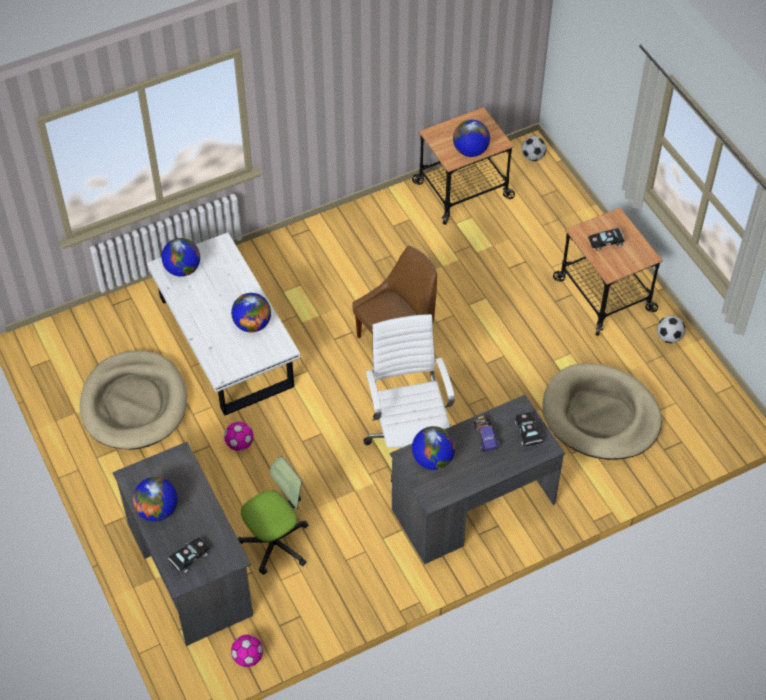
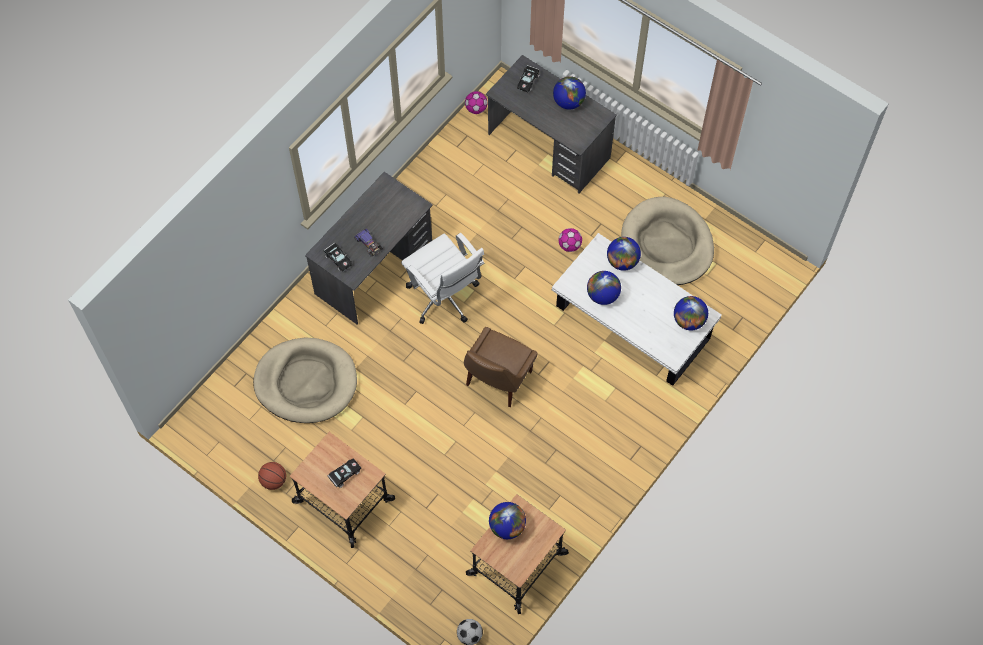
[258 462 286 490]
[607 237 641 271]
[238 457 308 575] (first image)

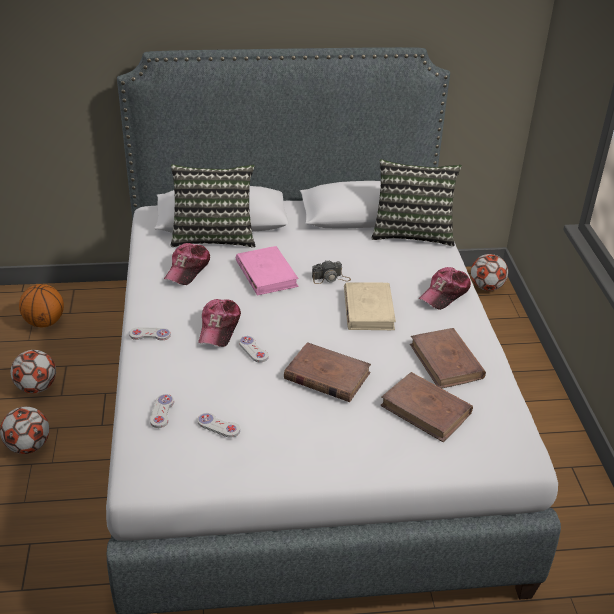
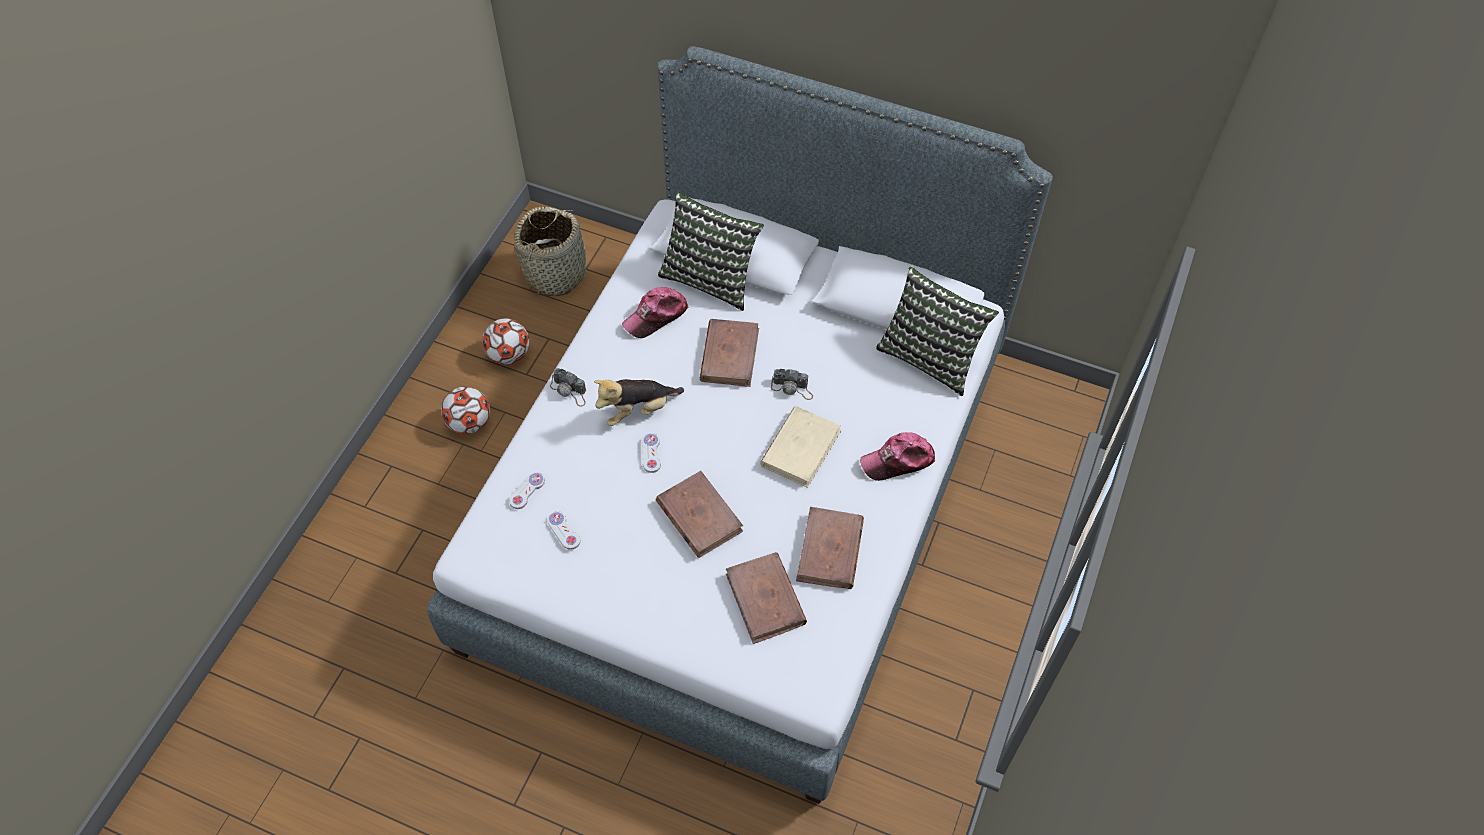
[514 206 586 296]
[550 368 586 407]
[594 379 684 426]
[700 319 759 387]
[471 254 508 291] (first image)

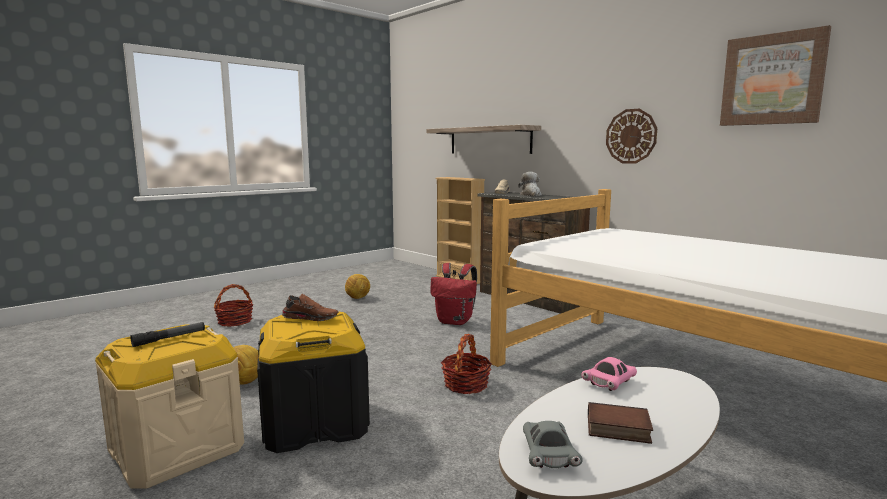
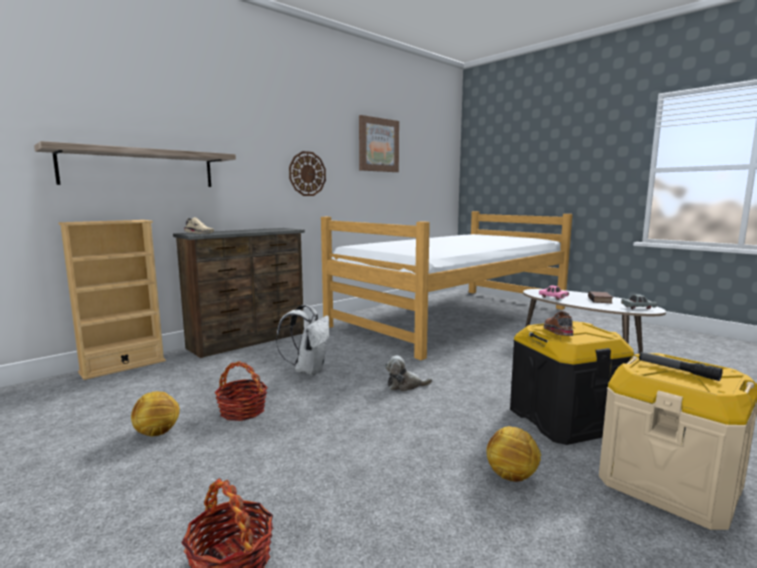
[214 361 268 421]
[276 305 329 375]
[385 355 432 391]

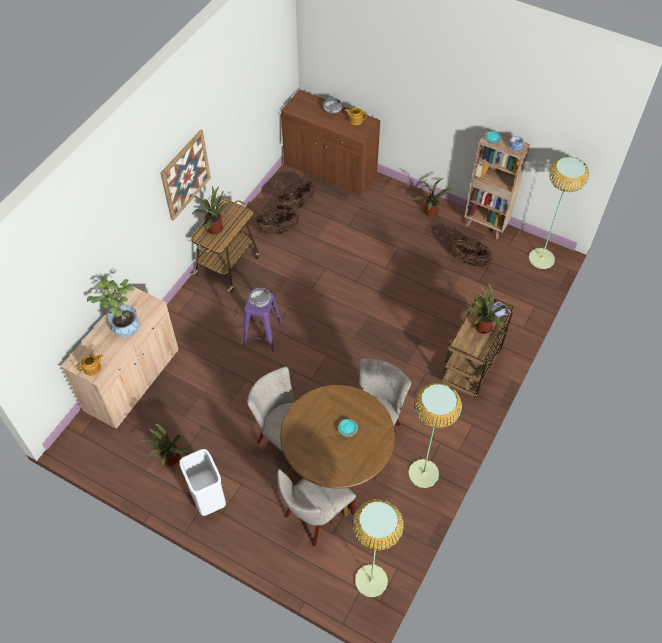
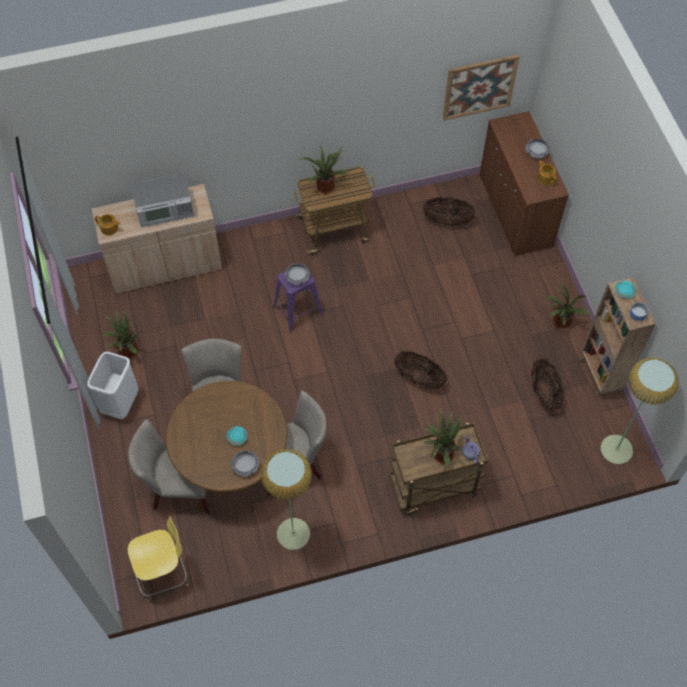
[128 516 189 602]
[131 173 194 228]
[231 451 259 477]
[394 351 447 389]
[443 54 520 121]

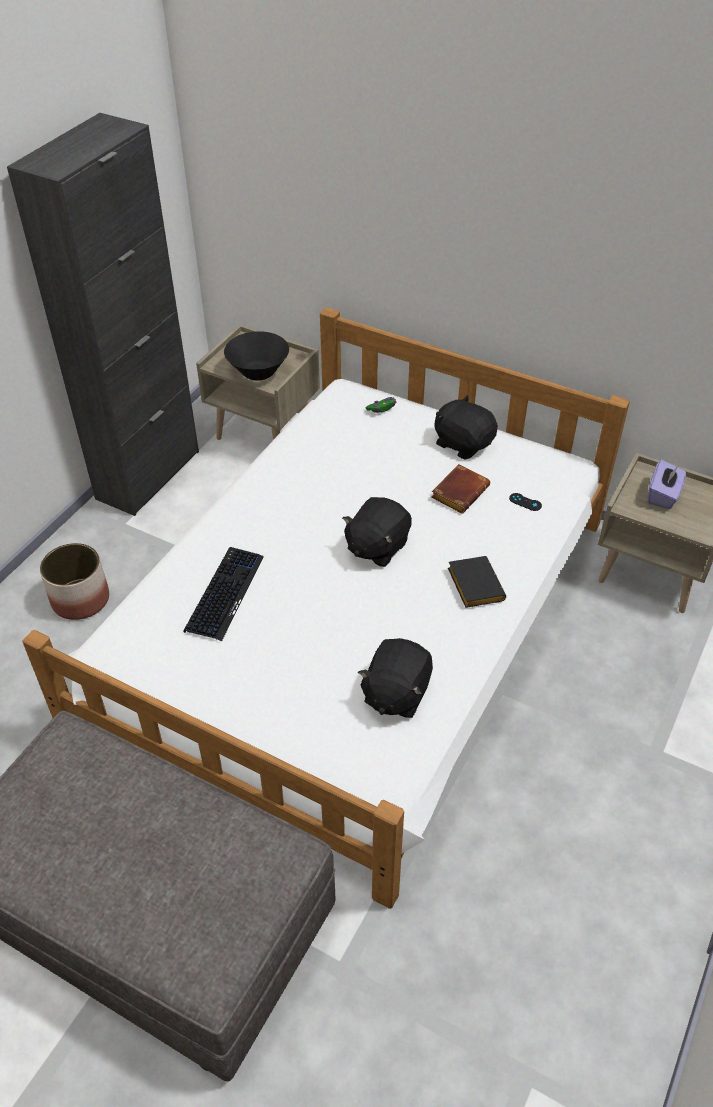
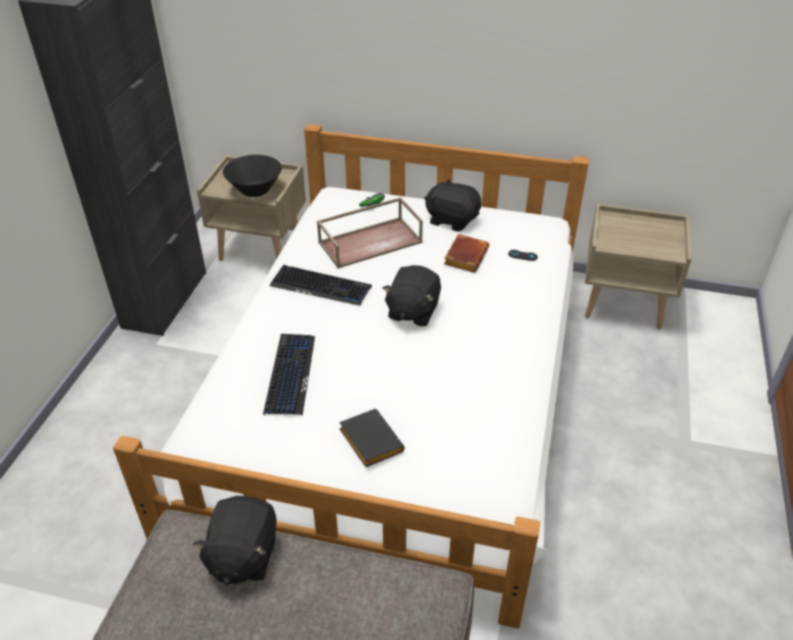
[193 496 277 586]
[270 265 372 306]
[317 197 423 269]
[339 409 405 467]
[40 543 109 620] (first image)
[648 460 686 509] (first image)

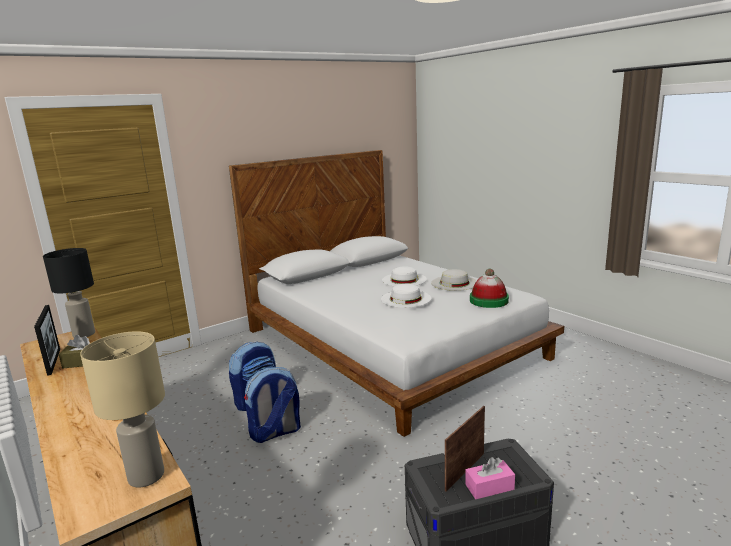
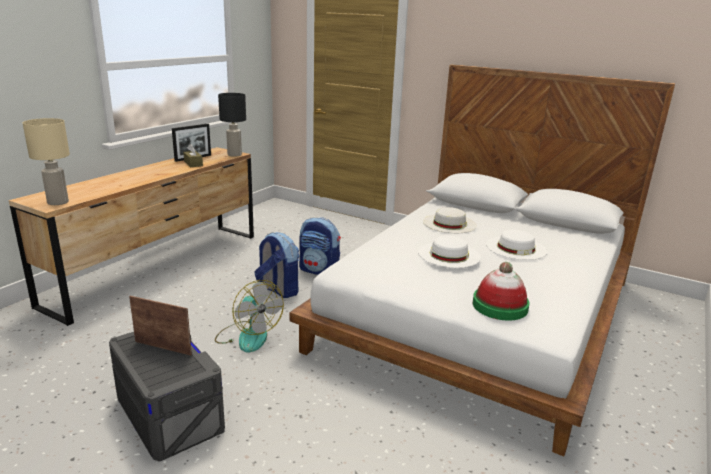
[215 280 284 352]
[423 207 477 233]
[465 457 515 499] (first image)

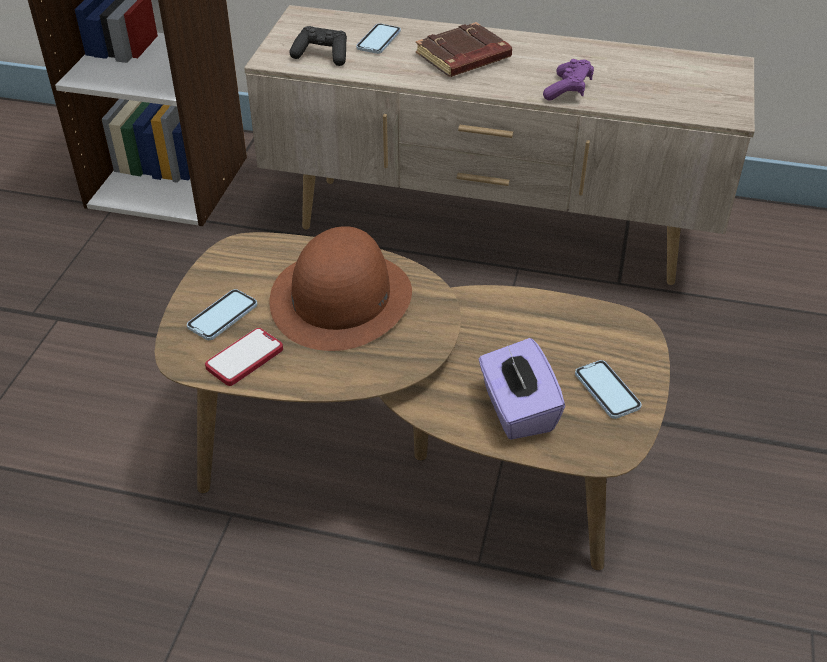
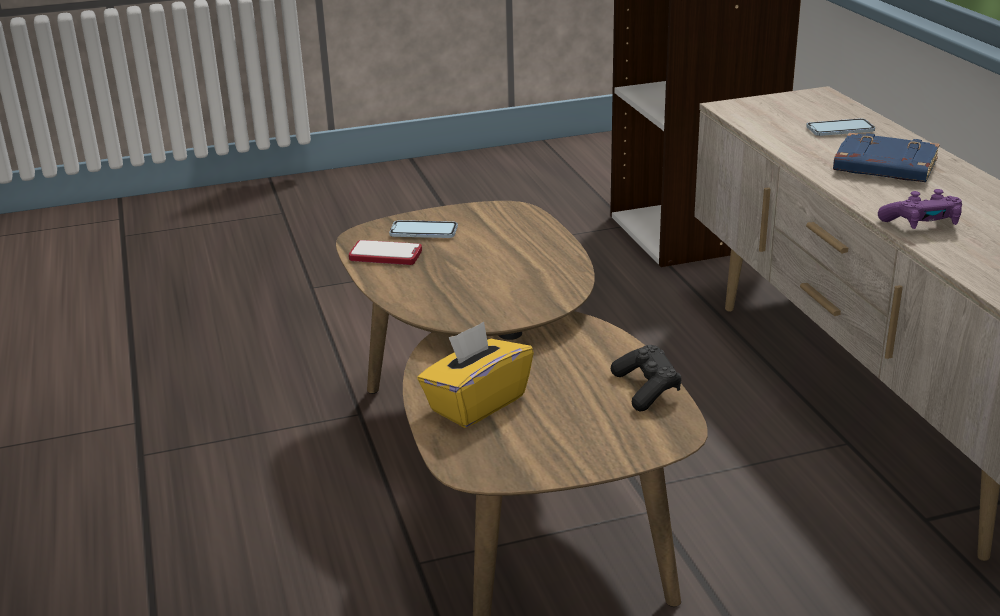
[417 322 534 428]
[611 345 682 411]
[833 133 939 182]
[269 226 412 351] (first image)
[575 360 642 419] (first image)

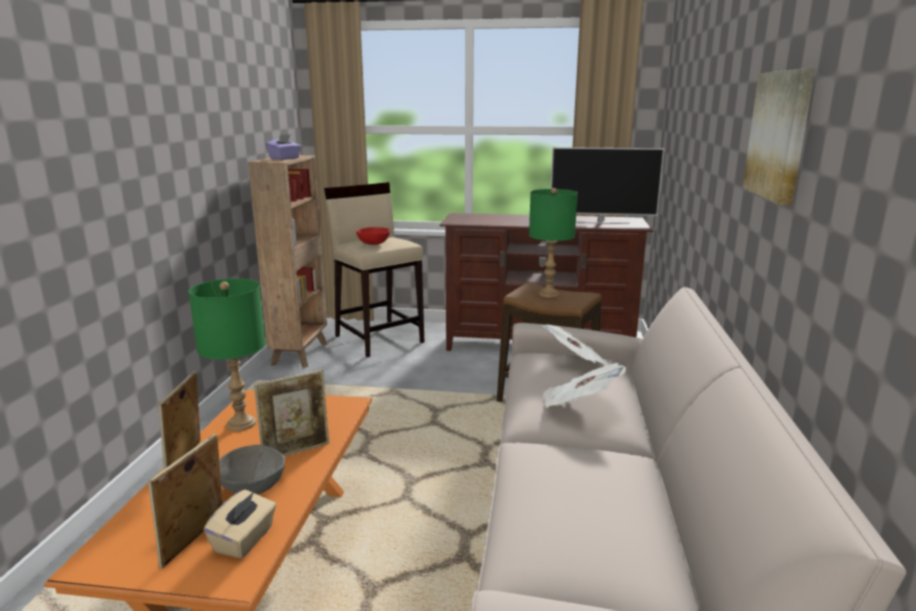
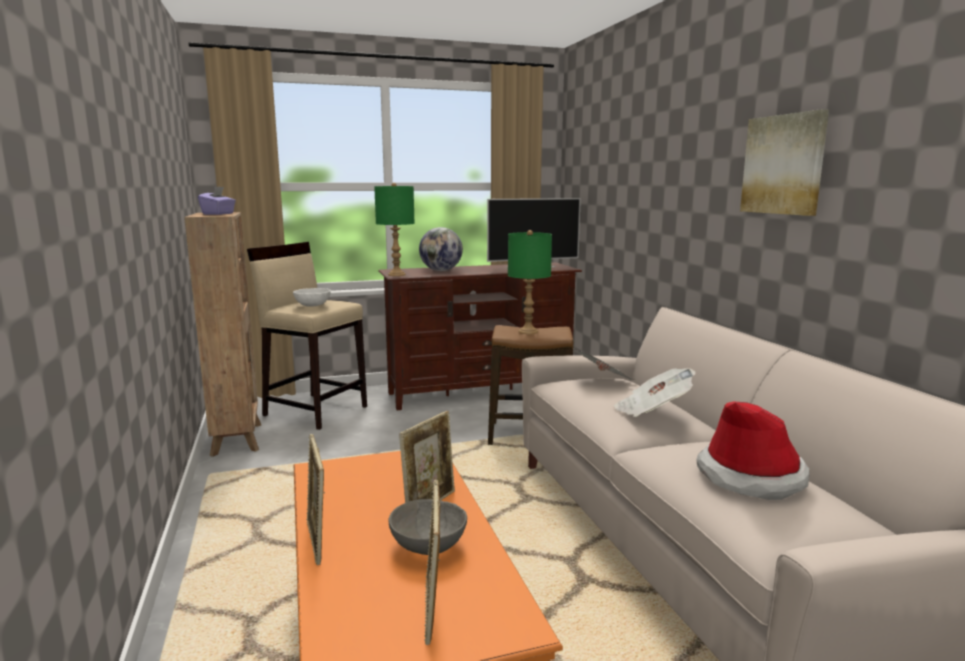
[293 288 331 307]
[374 183 415 276]
[419 227 463 271]
[696 402 810 500]
[204 489 276 558] (first image)

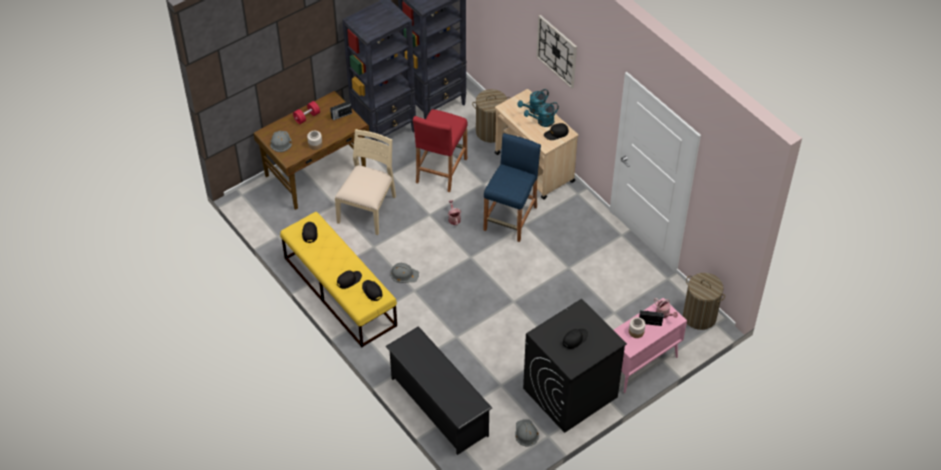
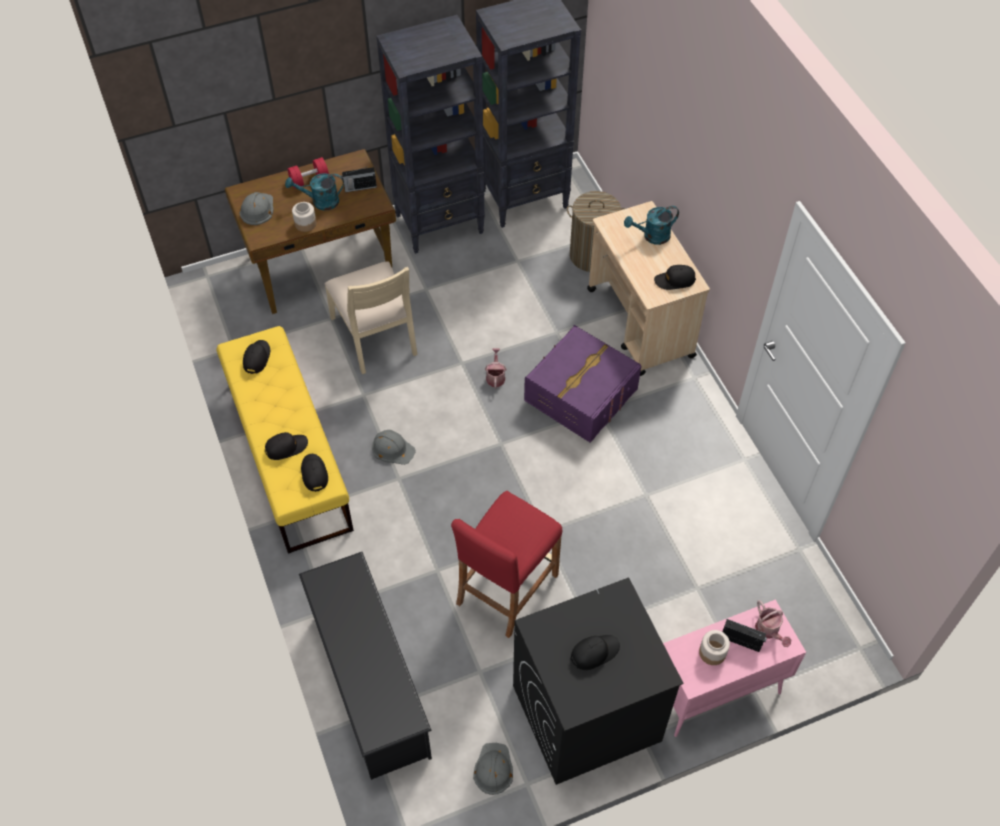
[285 173 343 211]
[324 262 417 374]
[451 491 562 638]
[524 325 641 442]
[536 15 577 89] (first image)
[683 273 726 330] (first image)

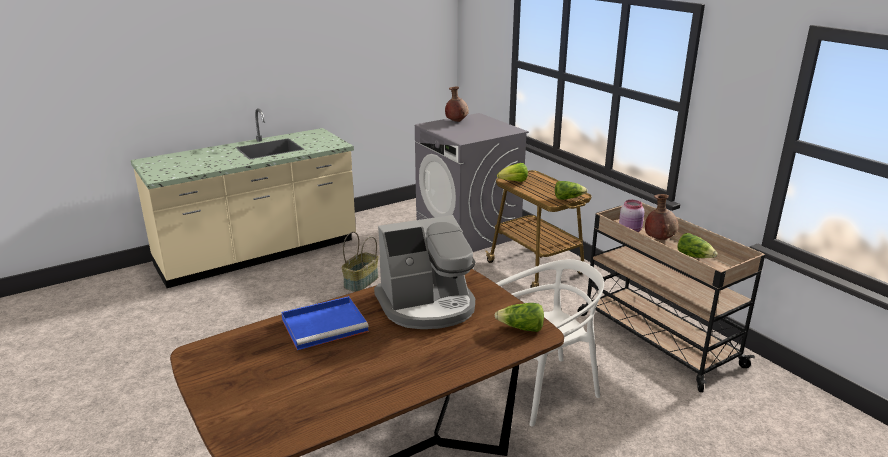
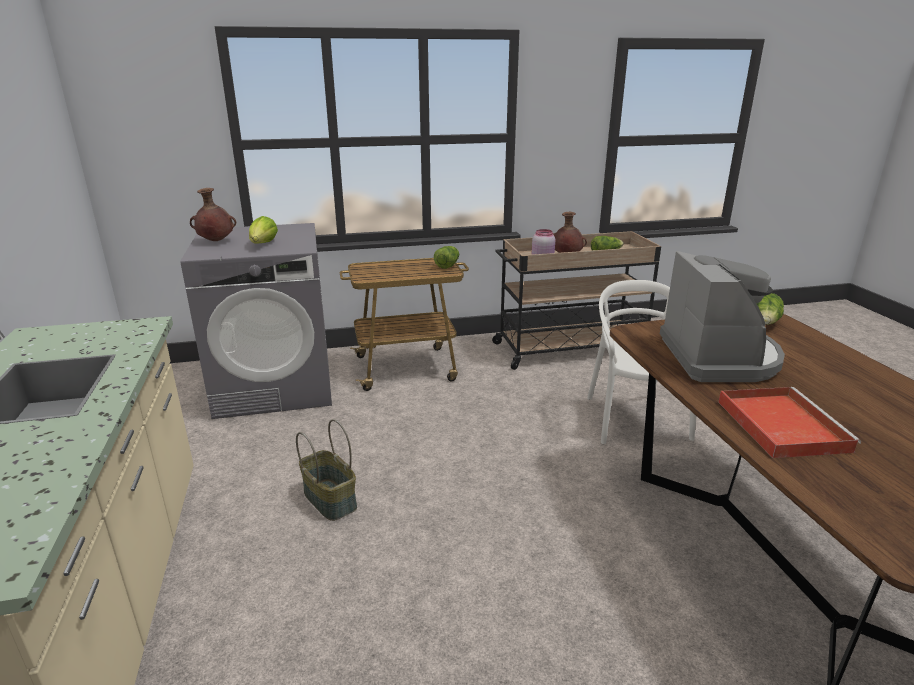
[249 216 278 244]
[718 387 861 458]

